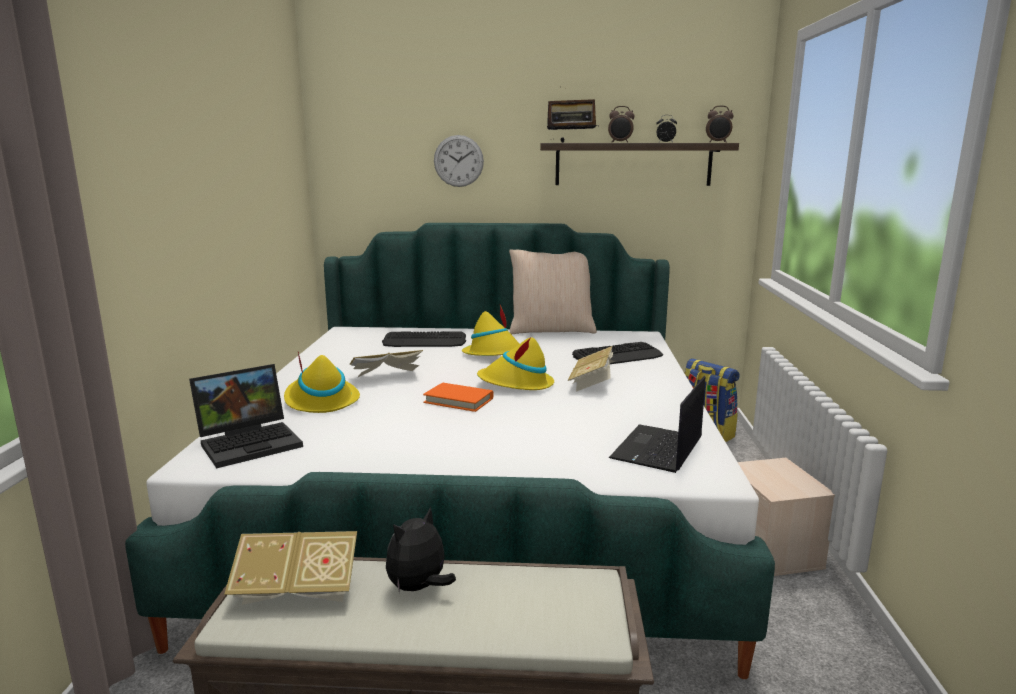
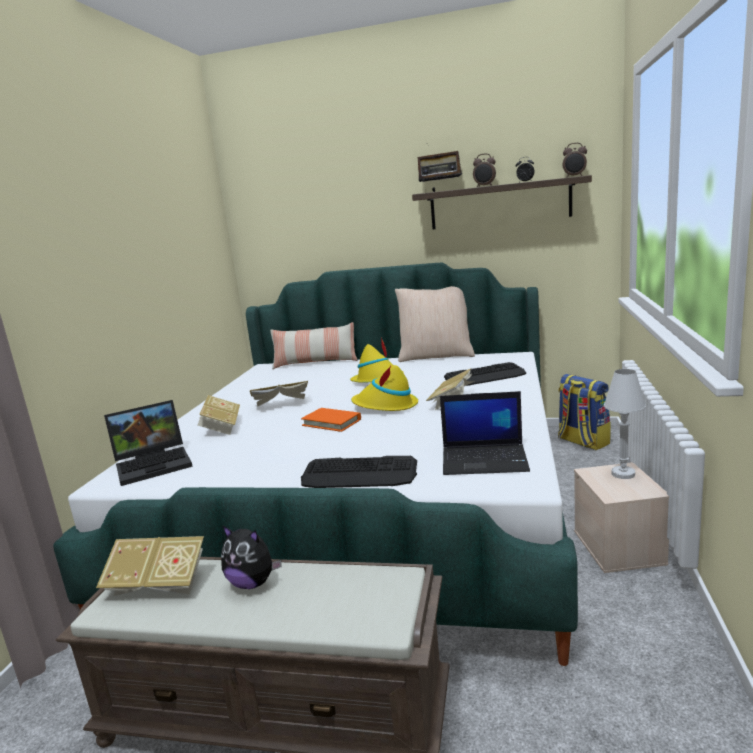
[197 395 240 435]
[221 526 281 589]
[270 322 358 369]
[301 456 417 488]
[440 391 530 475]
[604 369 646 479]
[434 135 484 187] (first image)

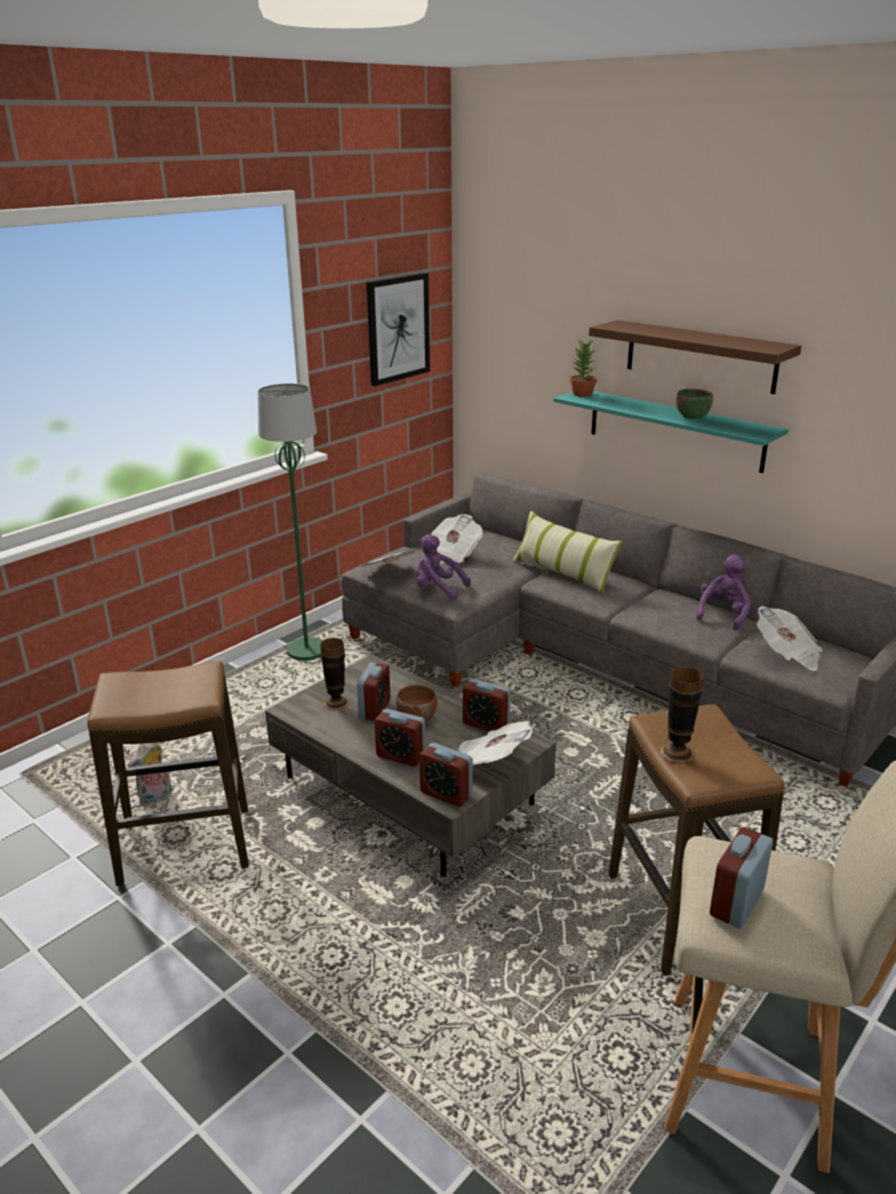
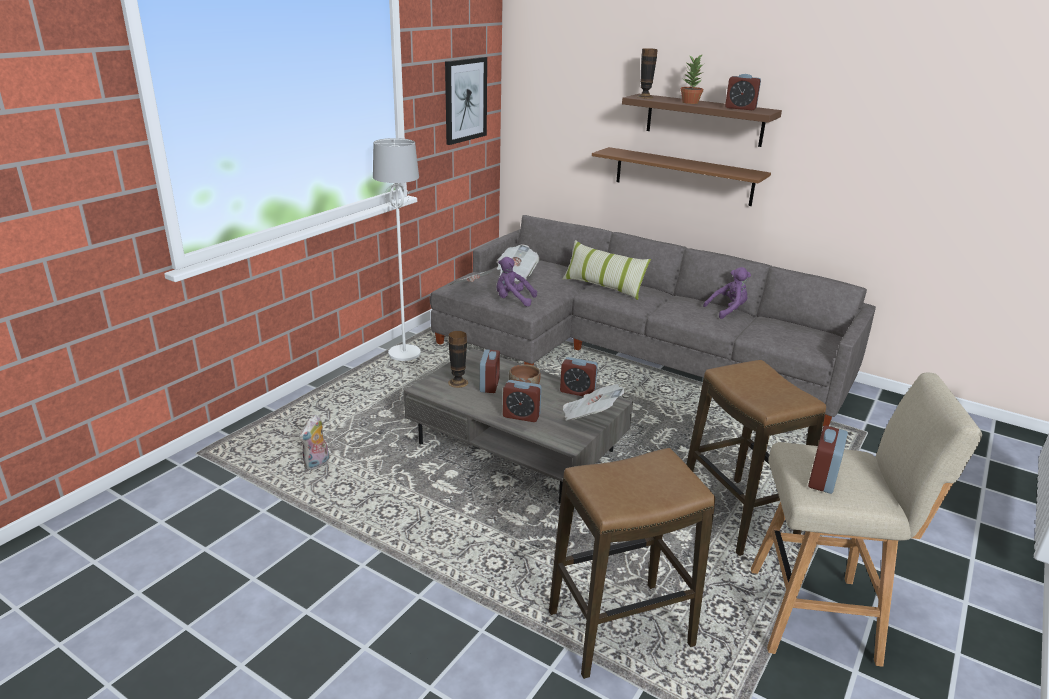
[373 138 421 361]
[549 448 715 679]
[592 147 771 206]
[637 48 658 99]
[680 53 704 104]
[703 267 751 319]
[725 74 761 110]
[676 389 713 419] (first image)
[757 606 822 671] (first image)

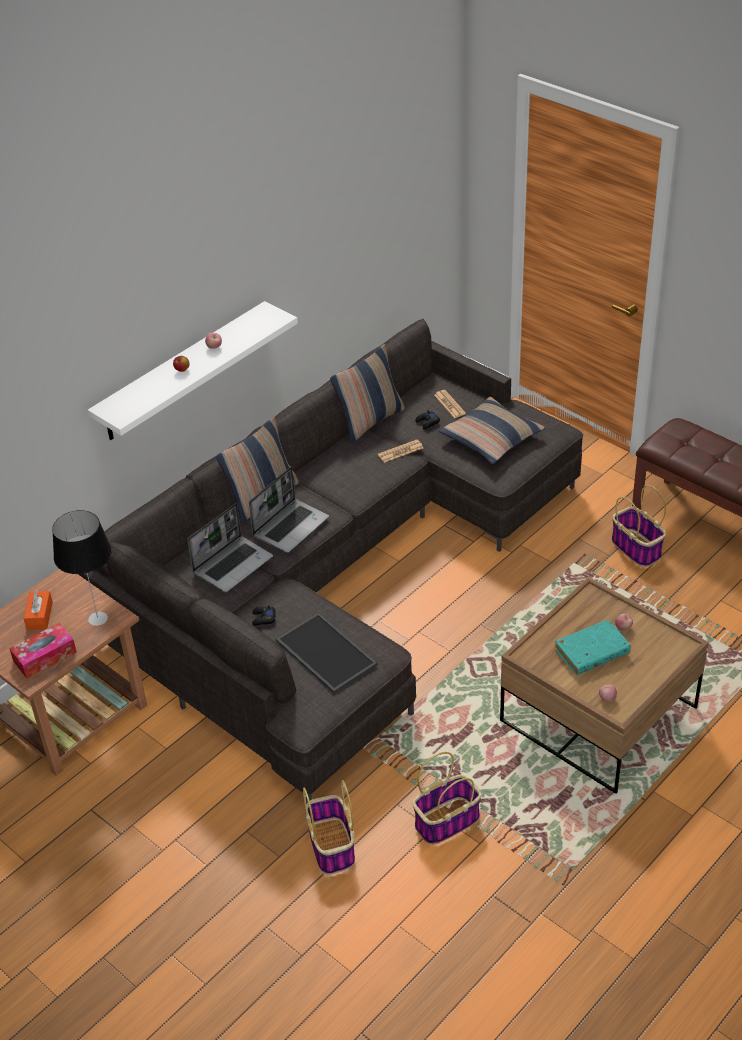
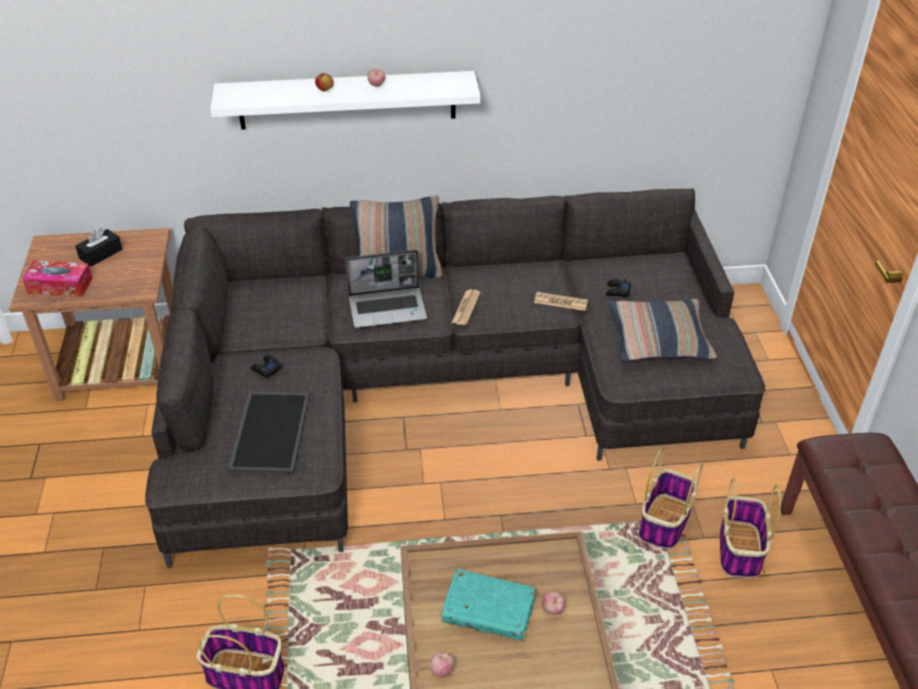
[75 227 122 267]
[452 289 481 325]
[639 448 703 549]
[52 510 111 626] (first image)
[187 503 273 592] (first image)
[330 344 405 443] (first image)

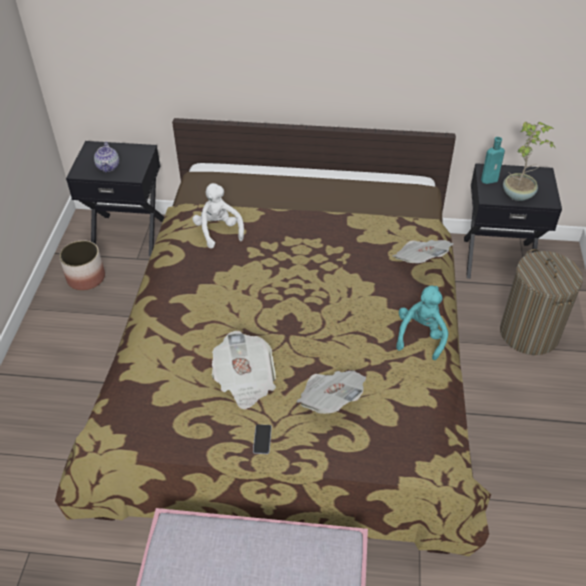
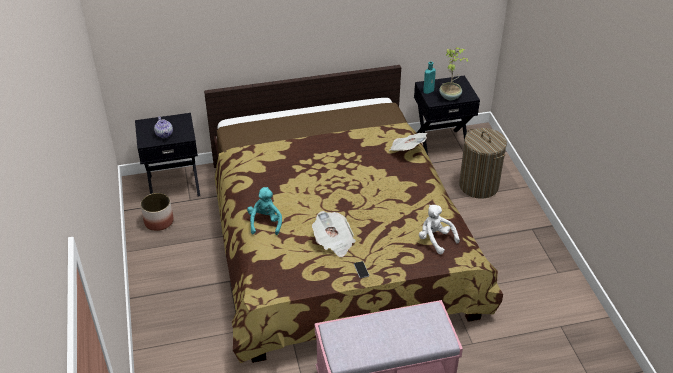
[247 187 282 235]
[419 205 460 254]
[297 370 366 414] (first image)

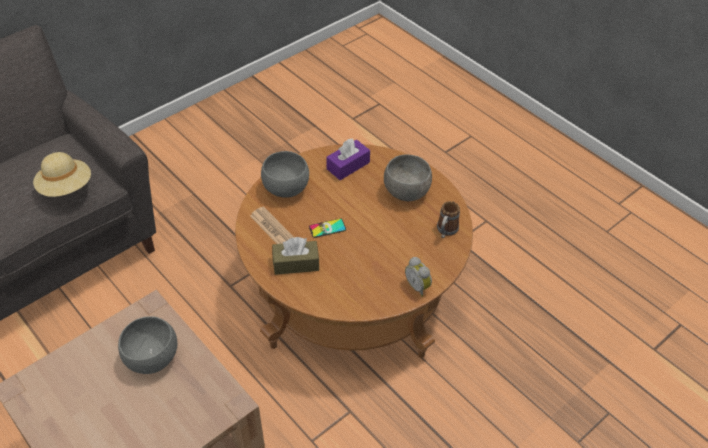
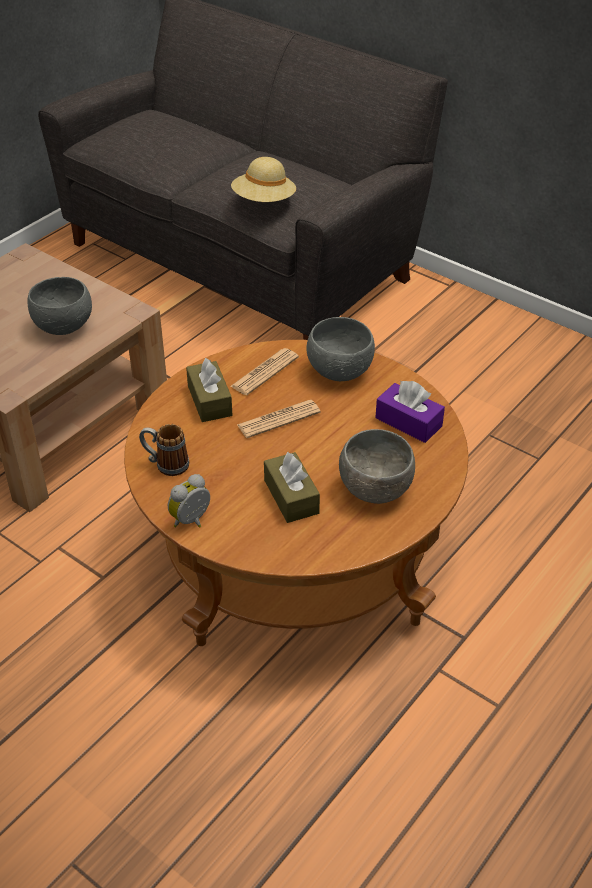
[139 424 189 476]
[237 400 321 438]
[264 452 320 523]

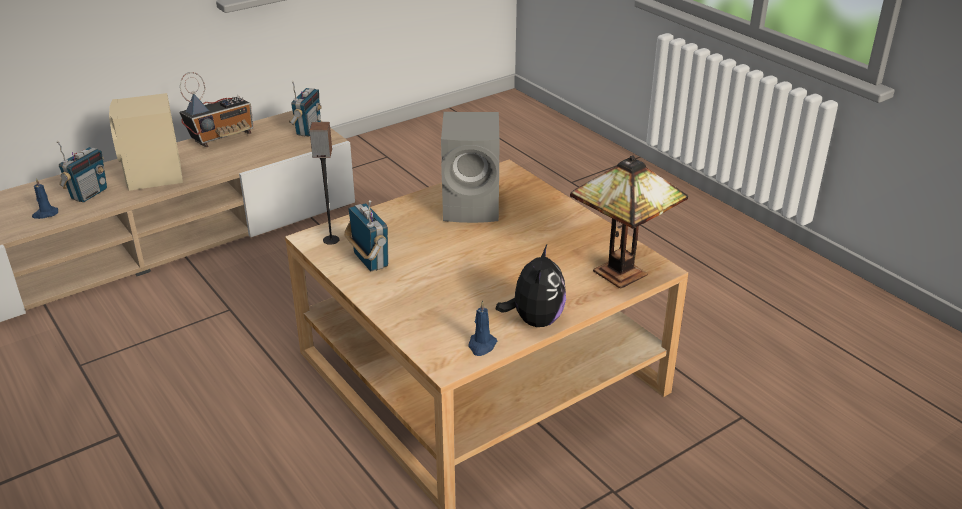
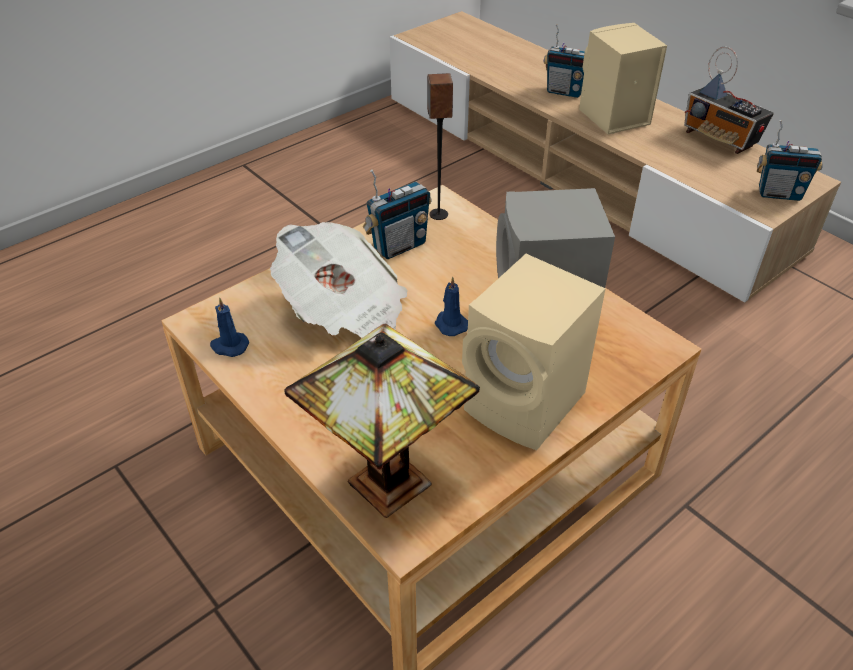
[270 222 408 338]
[435 277 468 336]
[462 254 606 450]
[496 243 566 327] (first image)

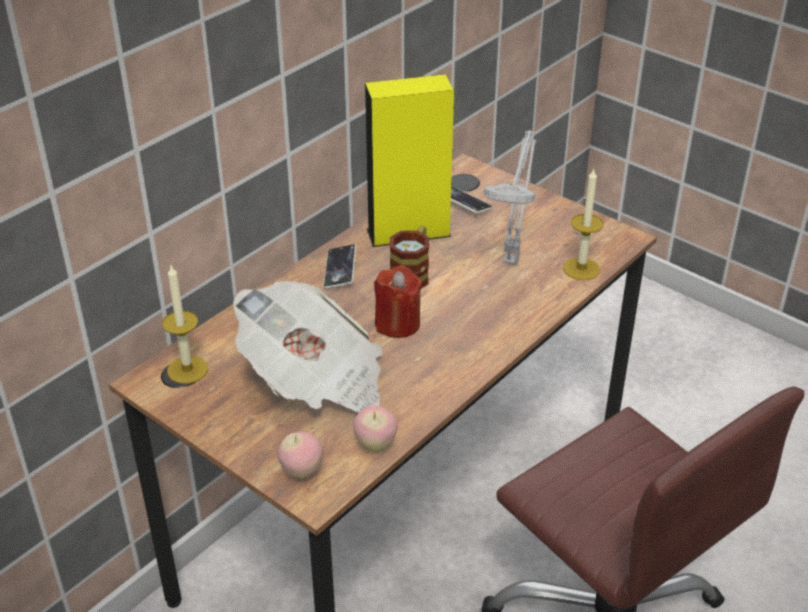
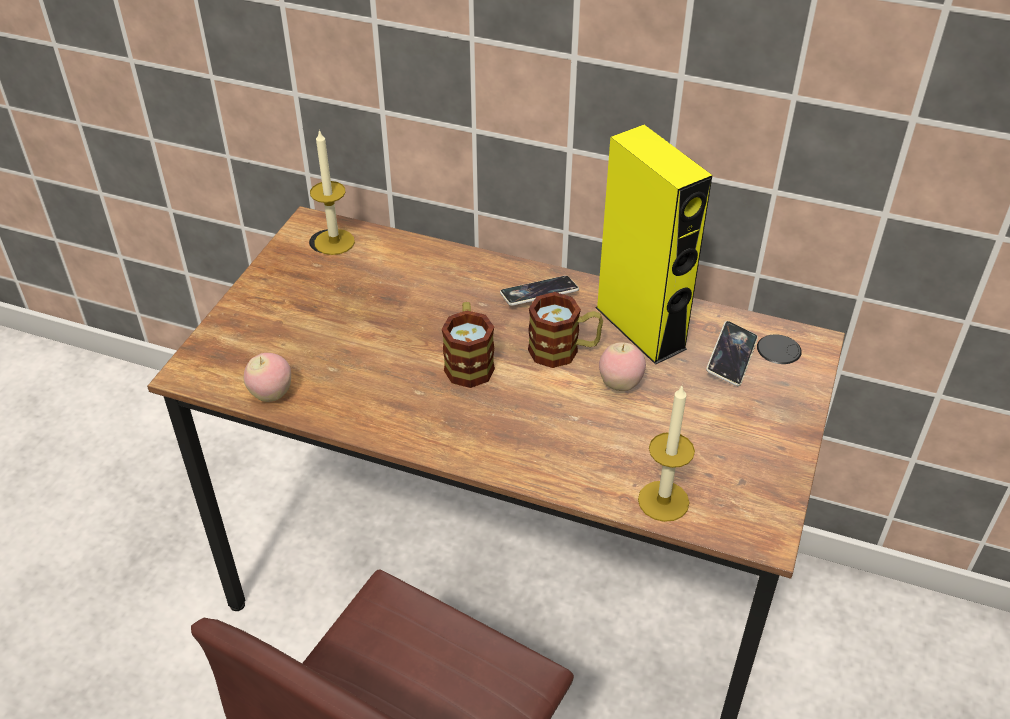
[442 302 495 388]
[599 342 646 391]
[233 281 382 413] (first image)
[484 130 537 265] (first image)

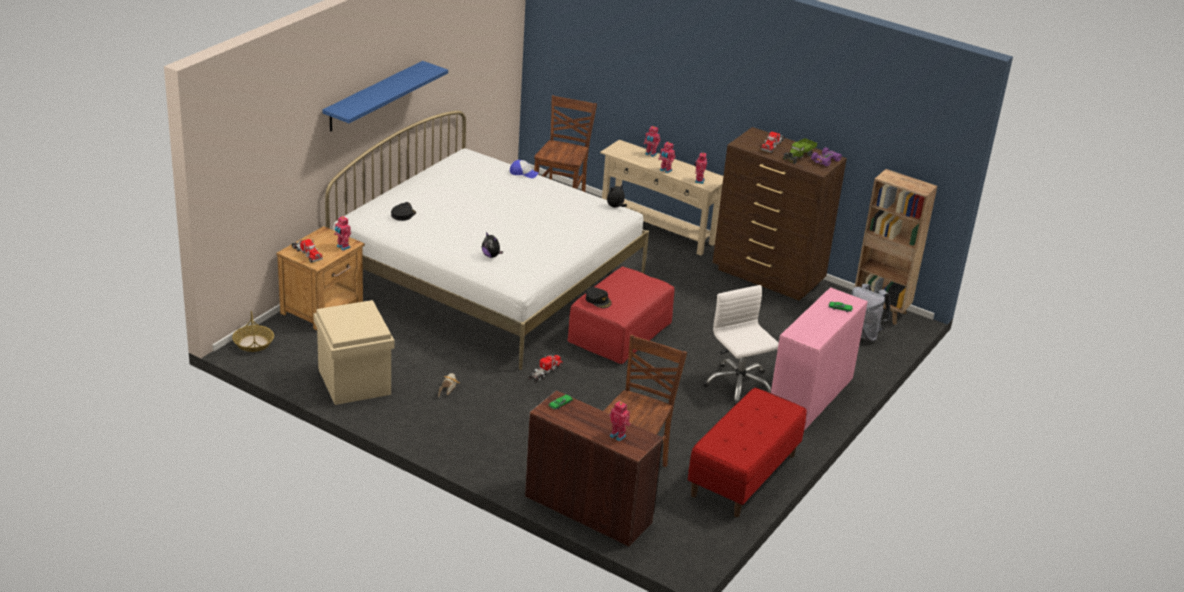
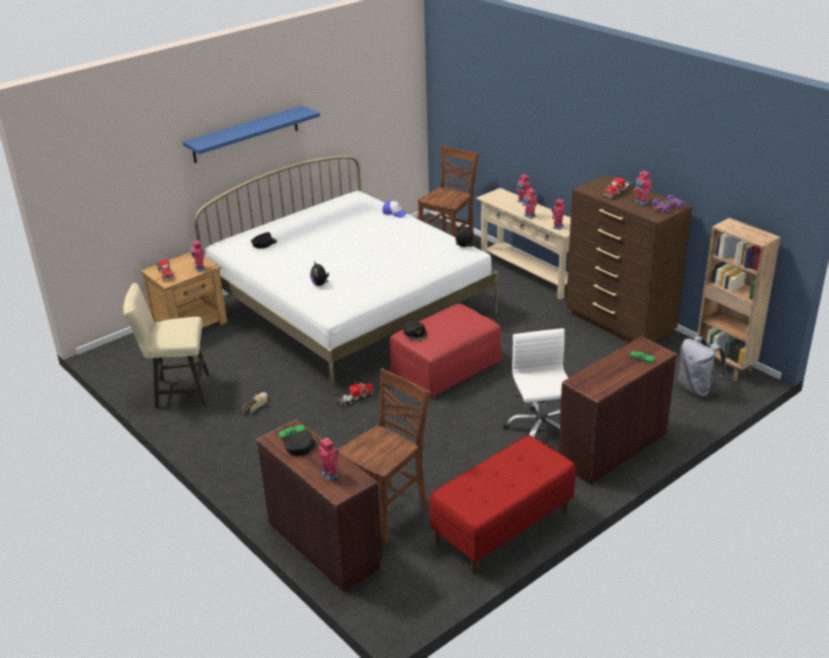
[123 283 209 408]
[284 430 319 456]
[558 336 677 485]
[634 171 652 205]
[232 311 274 352] (first image)

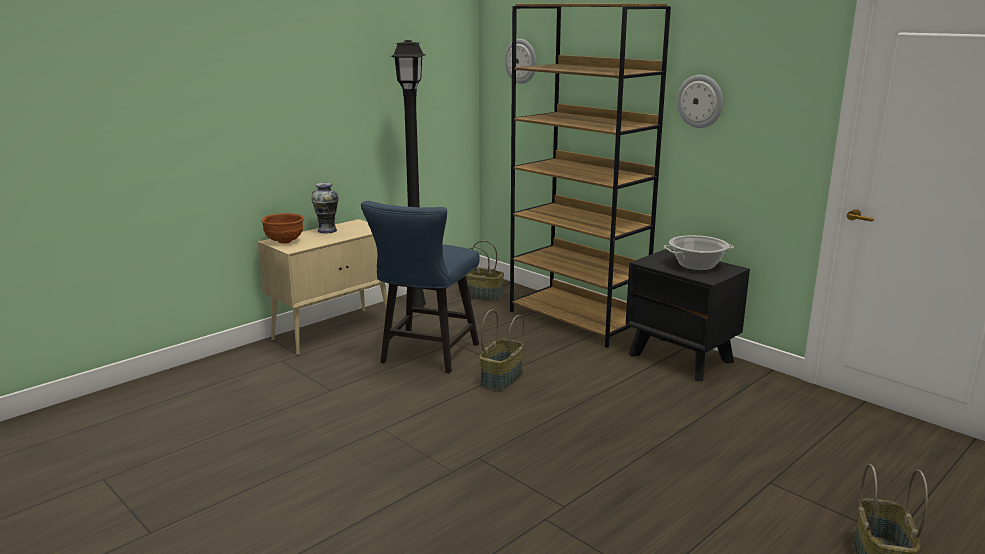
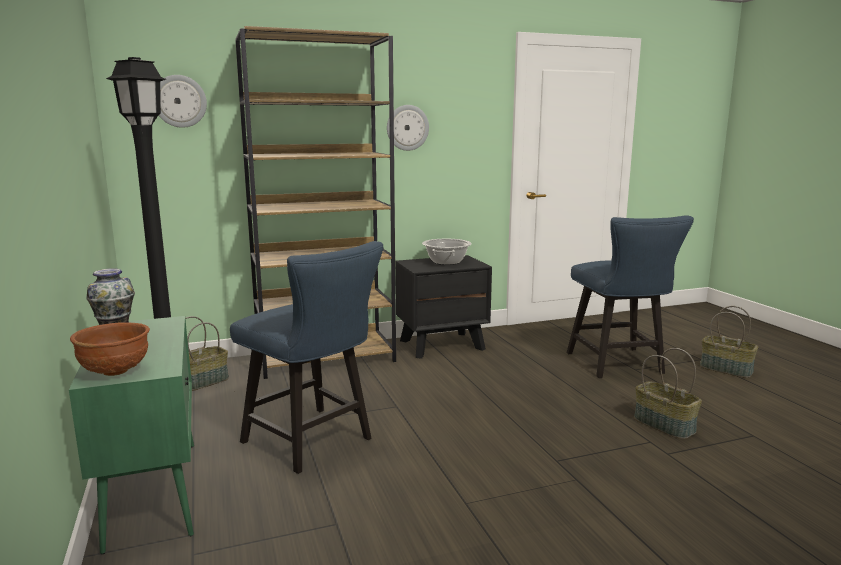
[69 316 194 554]
[567 215 694 378]
[634 348 702 439]

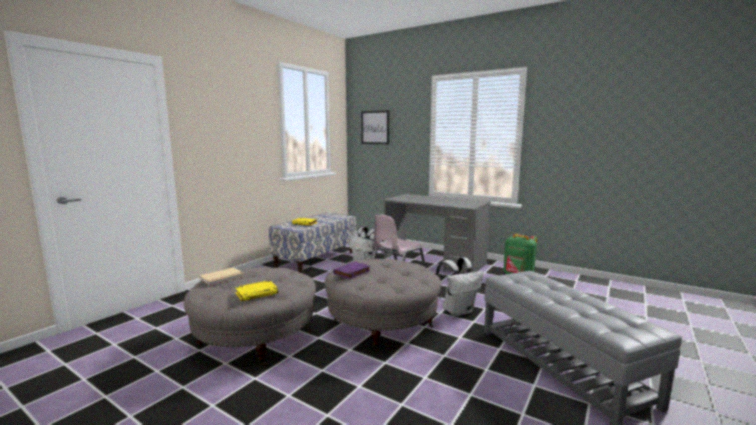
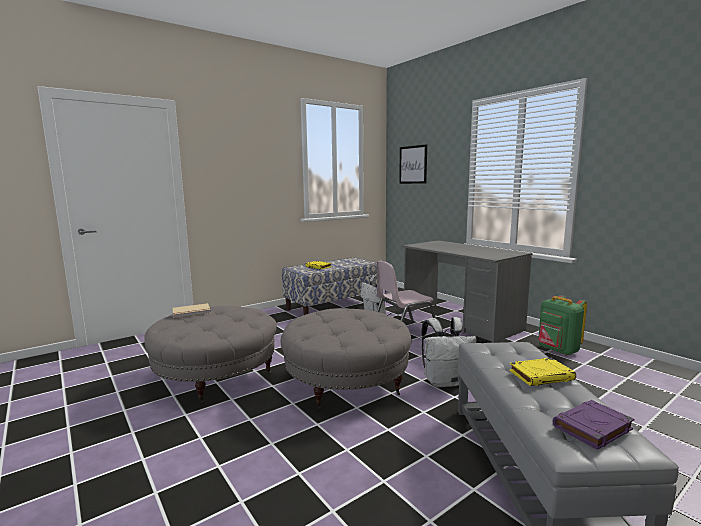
[509 358 576 386]
[553 400 635 450]

